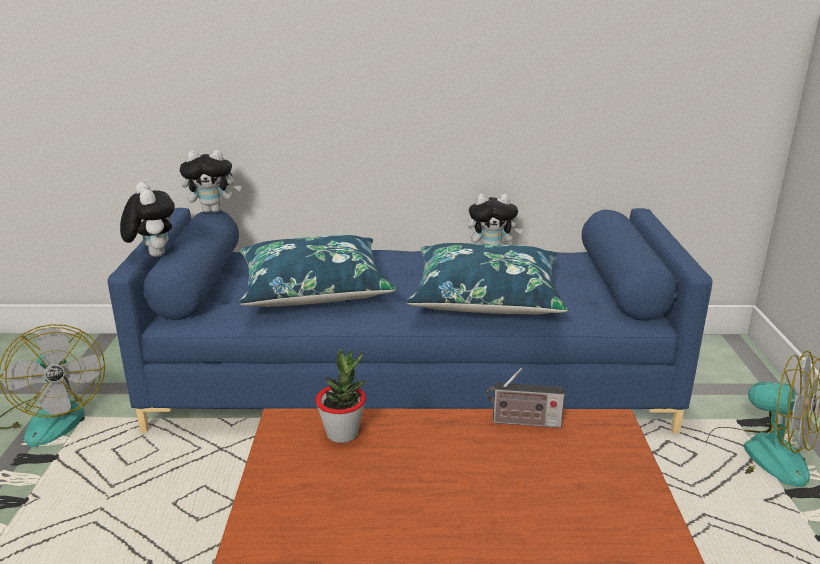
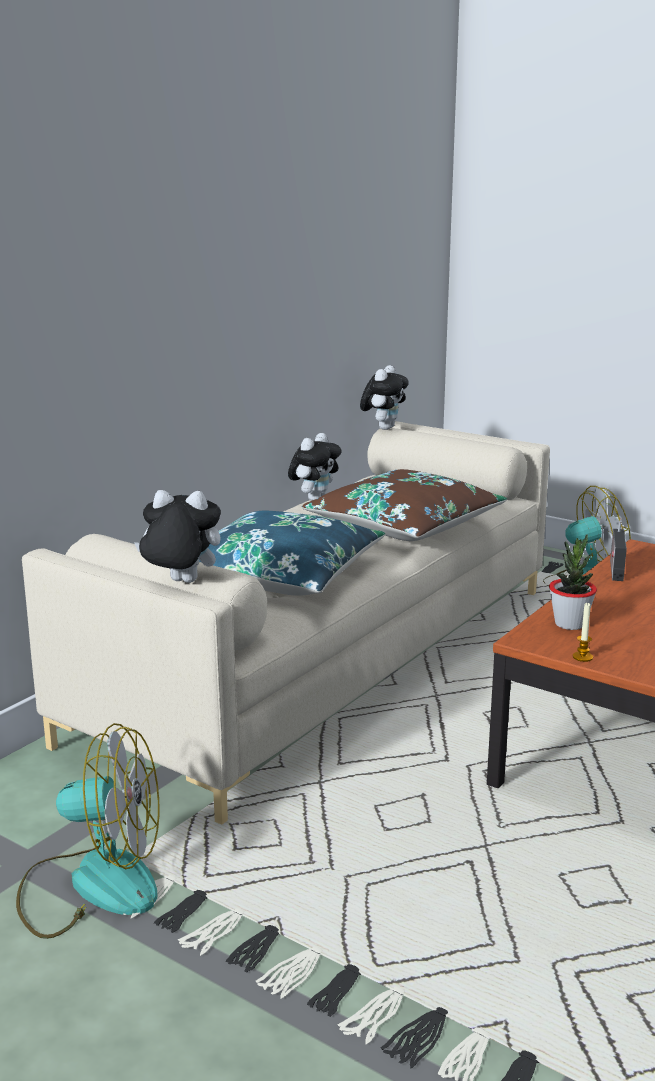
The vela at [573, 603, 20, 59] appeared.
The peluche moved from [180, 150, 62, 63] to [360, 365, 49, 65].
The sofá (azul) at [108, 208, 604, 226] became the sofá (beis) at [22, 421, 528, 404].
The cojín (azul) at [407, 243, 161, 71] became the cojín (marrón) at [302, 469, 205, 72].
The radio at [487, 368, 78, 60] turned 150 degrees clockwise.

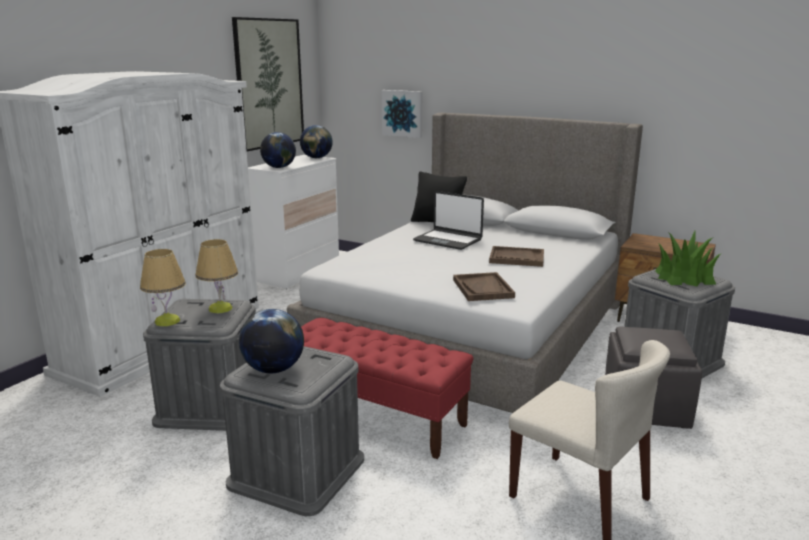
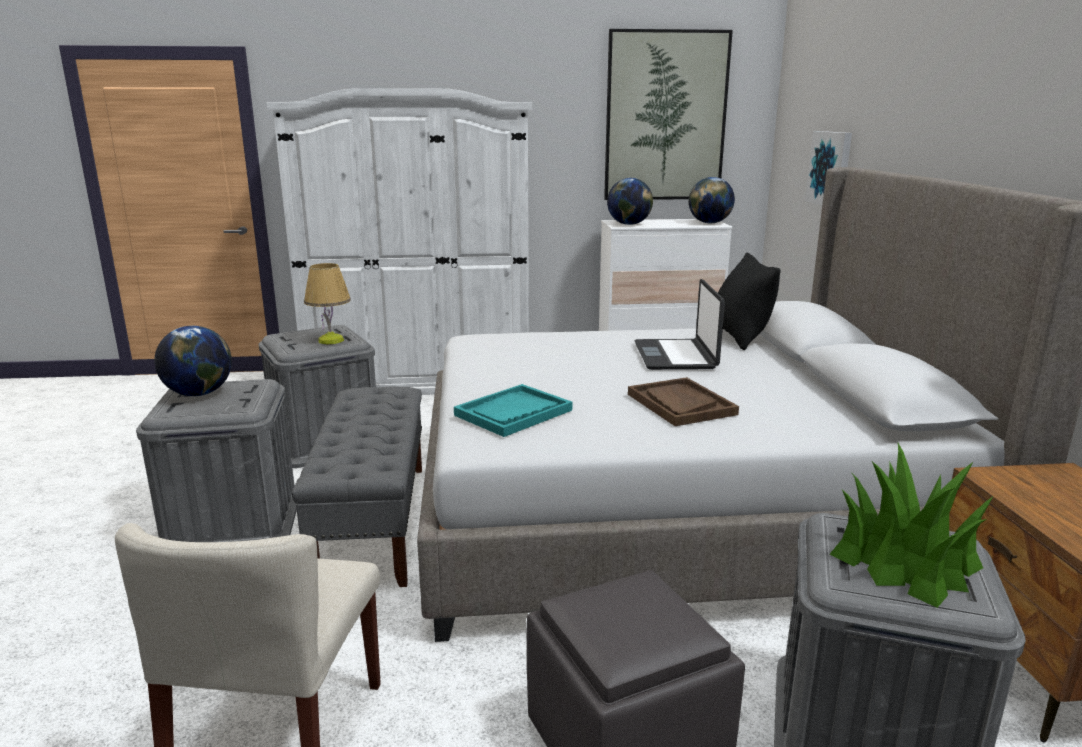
The lámpara de mesa at [140, 249, 46, 77] disappeared.
The banco (rojo) at [301, 318, 172, 141] became the banco (gris) at [292, 386, 130, 201].
The bandeja (marrón) at [453, 272, 62, 29] became the bandeja (turquesa) at [454, 384, 118, 53].

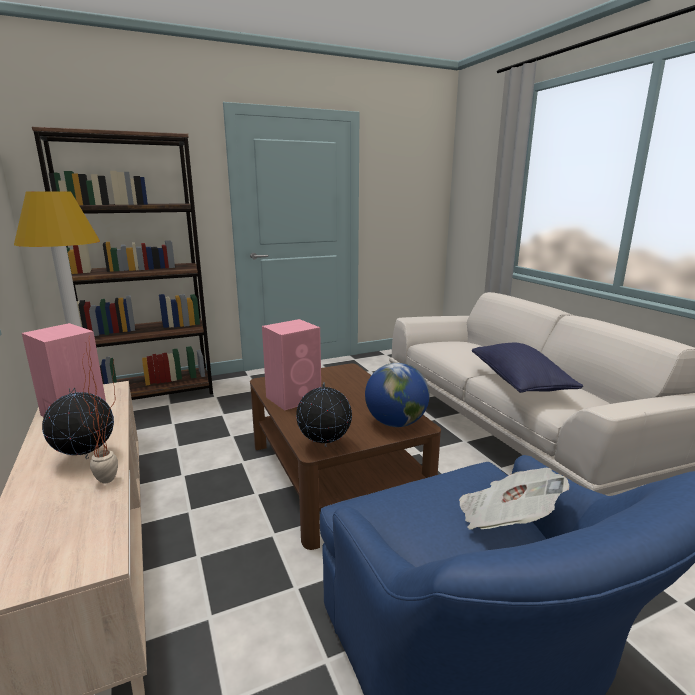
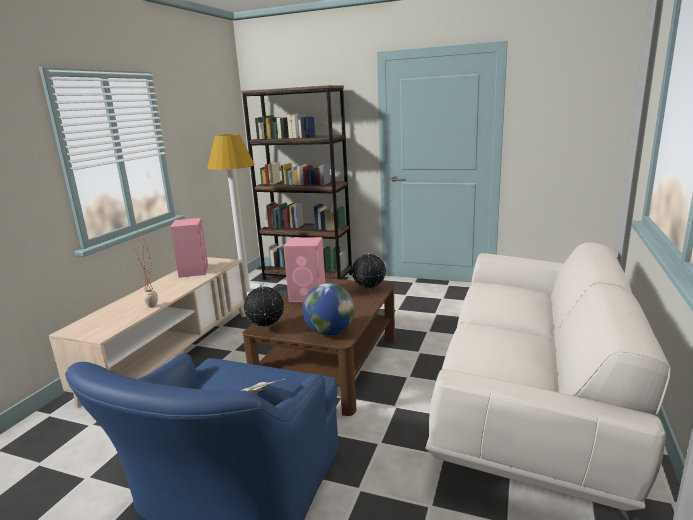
The cojín (azul) at [472, 343, 111, 50] disappeared.
The globo terráqueo moved from [42, 387, 72, 72] to [352, 252, 34, 37].

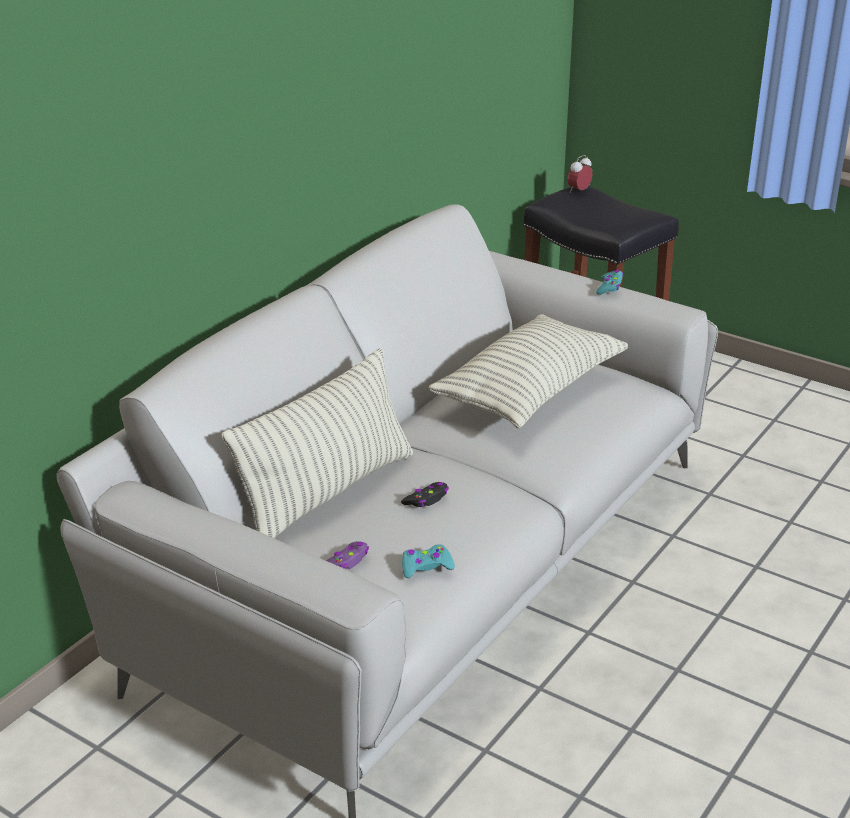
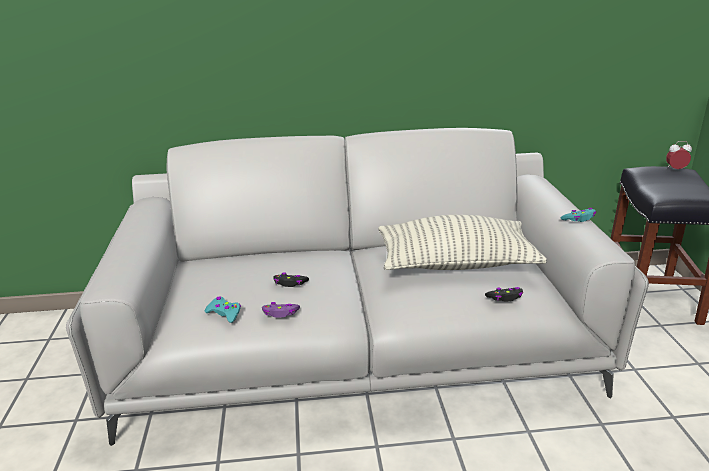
The cojín at [221, 348, 192, 191] disappeared.
The mando de consola (negro) at [485, 287, 38, 15] appeared.
The mando de consola (morado) moved from [326, 541, 43, 29] to [262, 302, 38, 15].

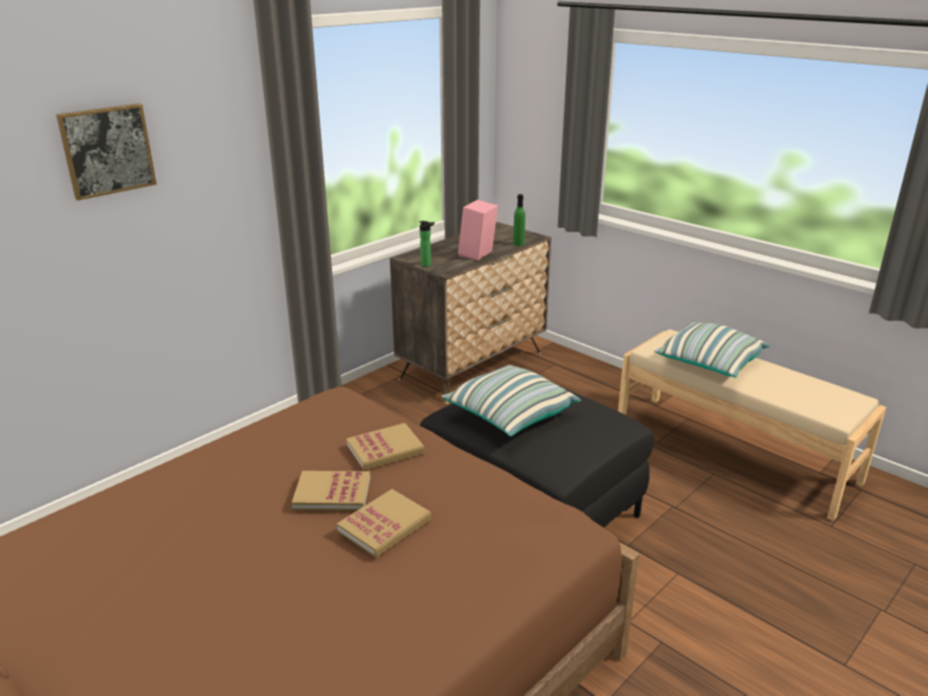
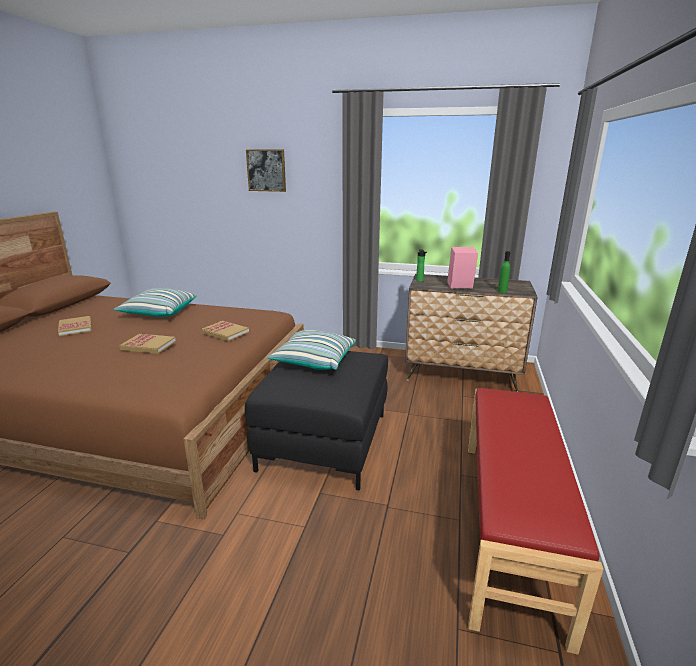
The libro moved from [292, 471, 78, 40] to [58, 316, 34, 20].
The cojín moved from [654, 322, 115, 55] to [113, 288, 84, 29].
The banco (beis) at [618, 329, 268, 192] became the banco (rojo) at [468, 388, 135, 267].

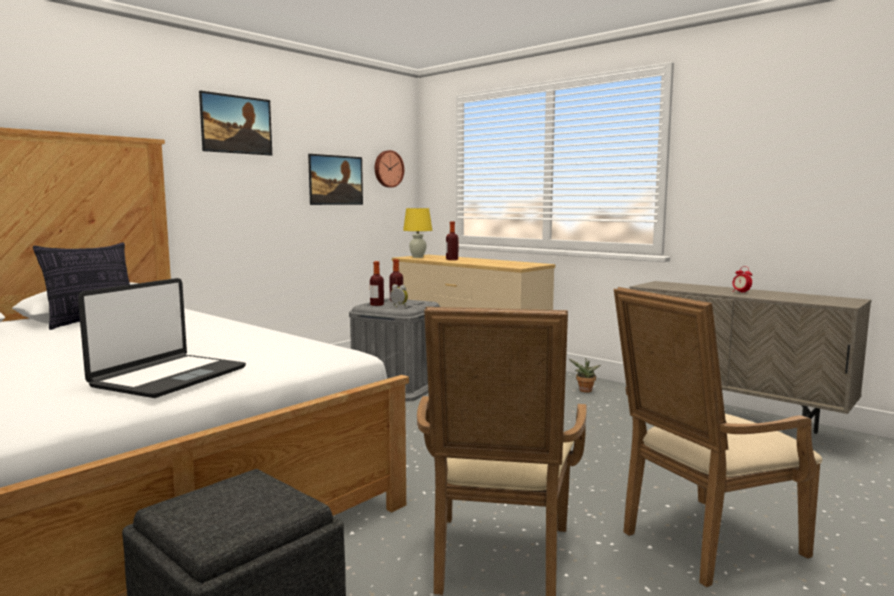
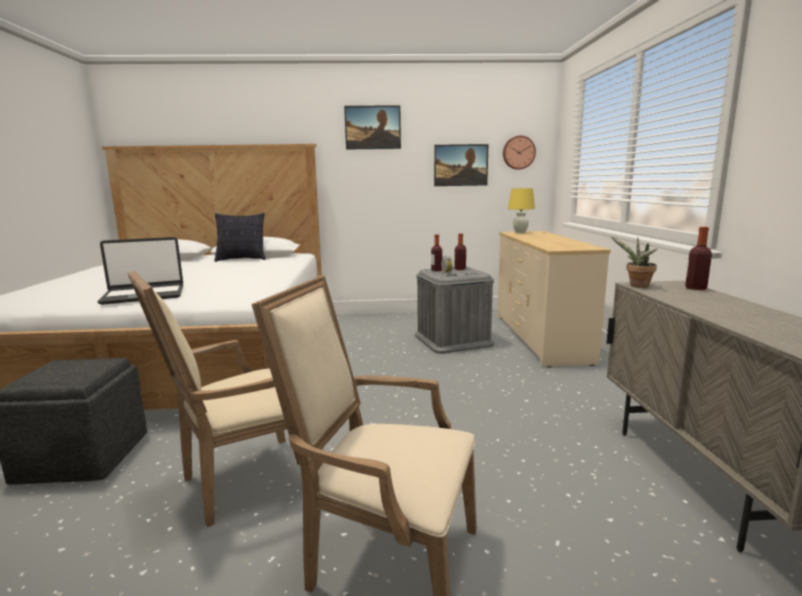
The despertador at [733, 266, 19, 27] disappeared.
The botella moved from [446, 221, 12, 39] to [685, 227, 27, 63].
The planta en maceta moved from [569, 359, 31, 33] to [611, 237, 46, 51].

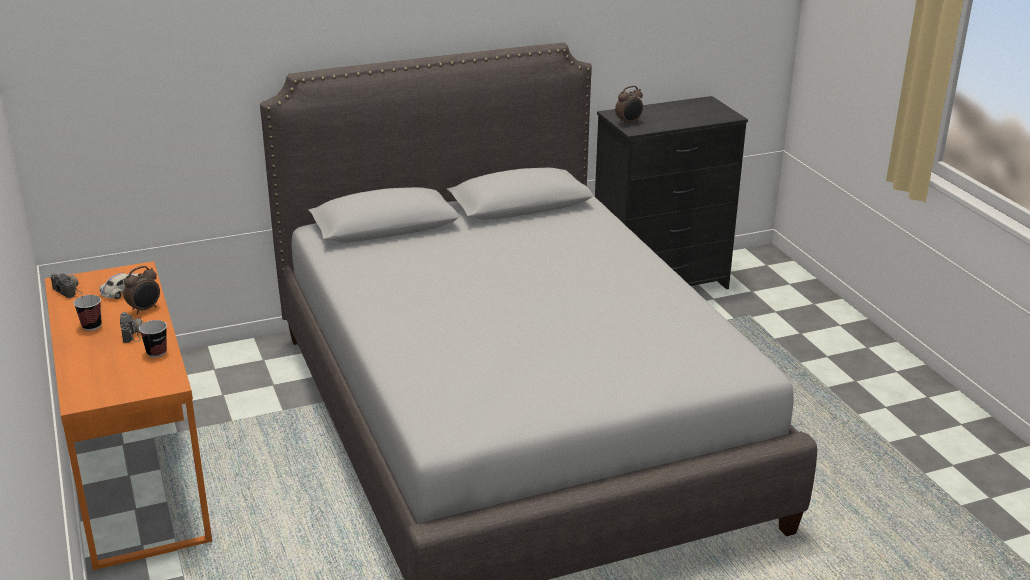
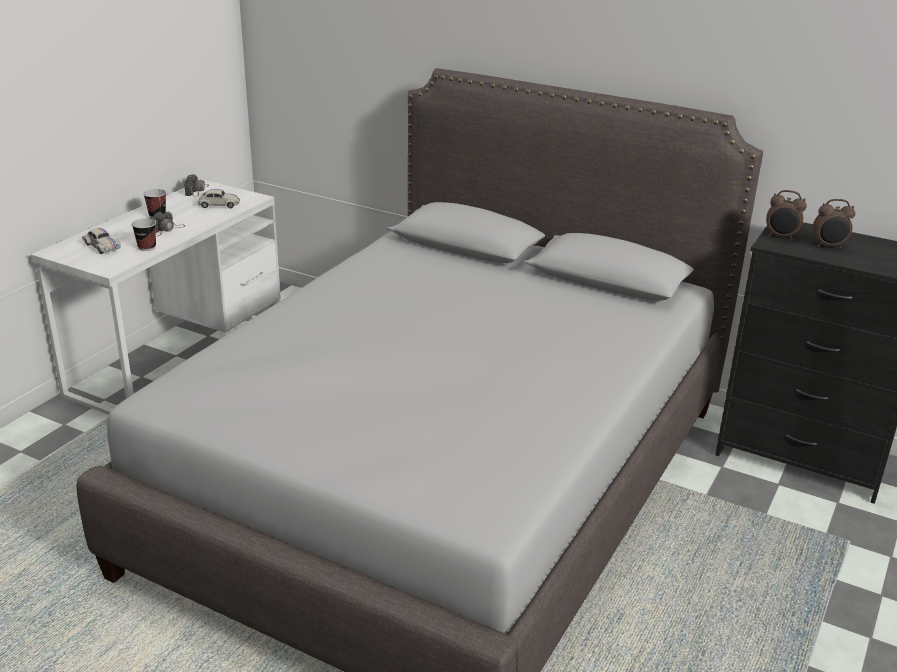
The coche de juguete (blanco) at [82, 228, 39, 26] appeared.
The despertador moved from [123, 266, 37, 48] to [813, 199, 42, 49].
The escritorio (naranja) at [45, 261, 167, 309] became the escritorio (blanco) at [31, 180, 250, 235].

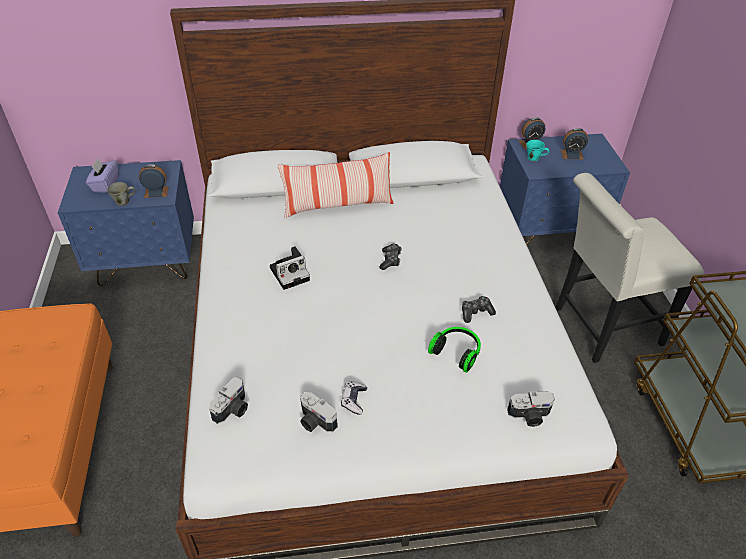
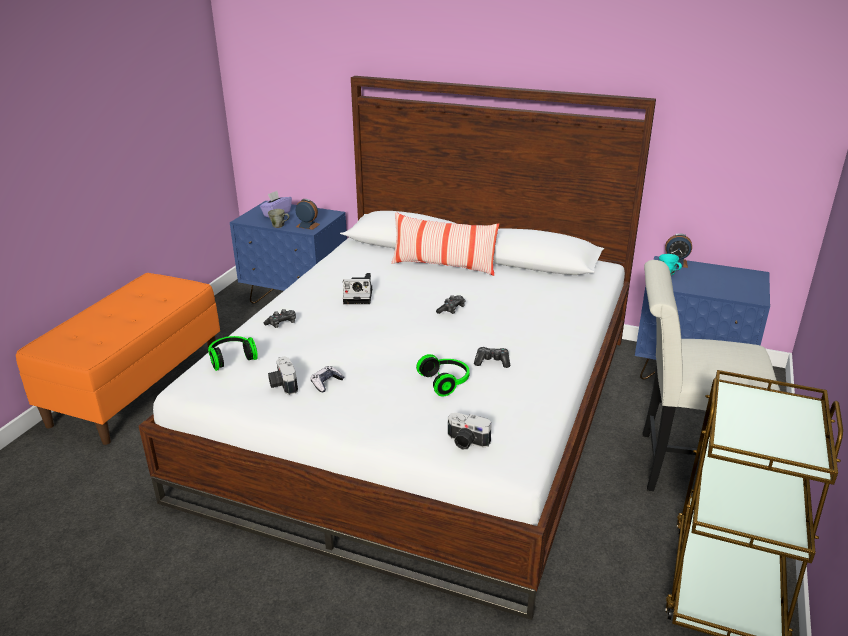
The despertador at [561, 128, 27, 32] disappeared.
The mando de consola at [264, 309, 32, 19] appeared.
The cámara at [209, 377, 39, 47] was replaced by the auriculares at [208, 336, 50, 35].

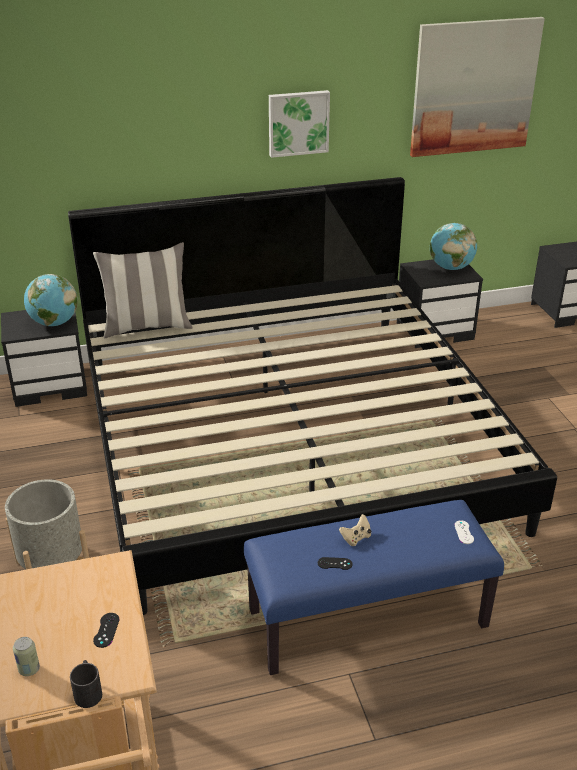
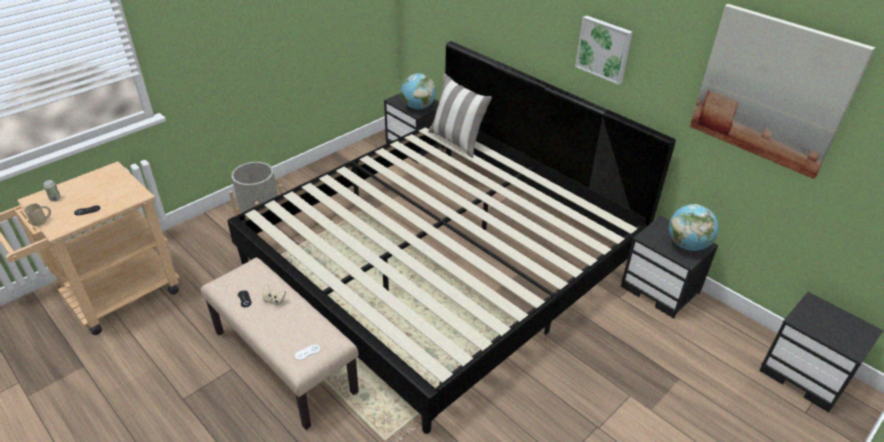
The taza grande (negro) at [70, 660, 32, 48] became the taza grande (beis) at [24, 204, 27, 22].
The banco (azul) at [244, 500, 260, 175] became the banco (beis) at [201, 258, 158, 172].

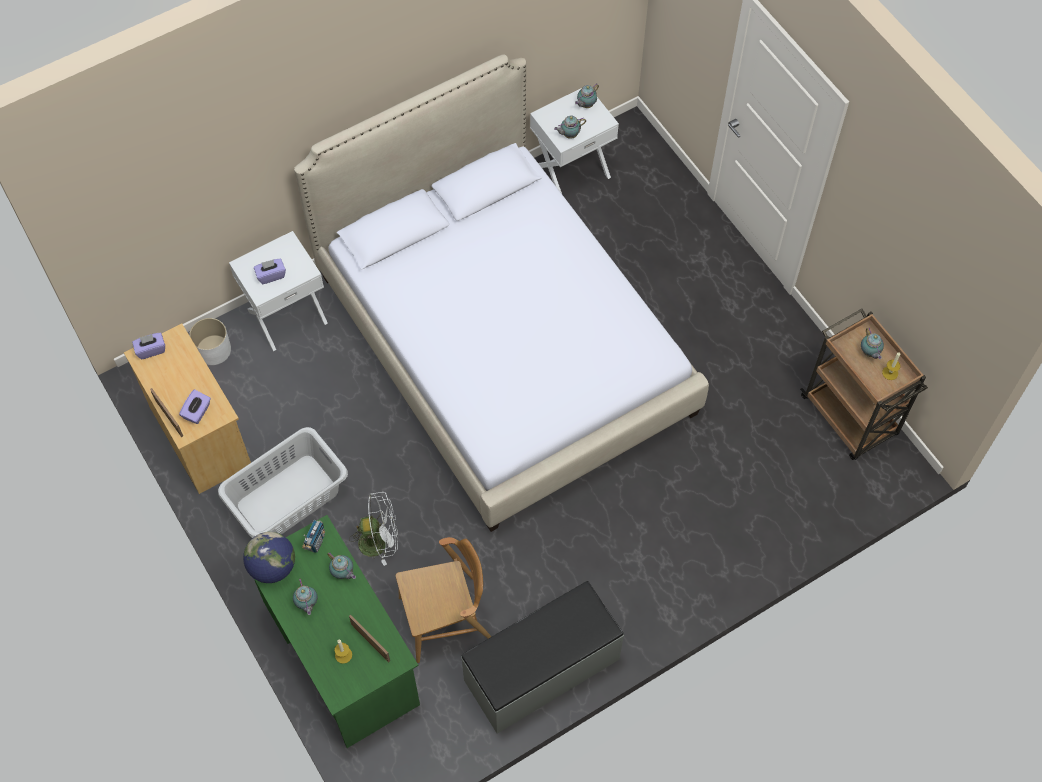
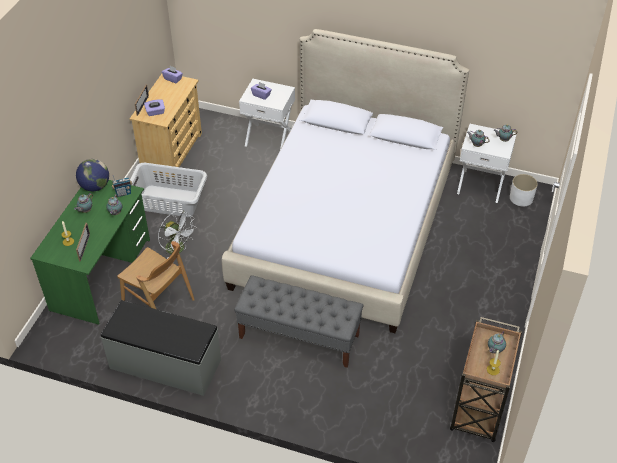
The banco (gris) at [234, 275, 130, 93] appeared.
The maceta (blanco) moved from [189, 318, 42, 47] to [510, 174, 28, 33].

